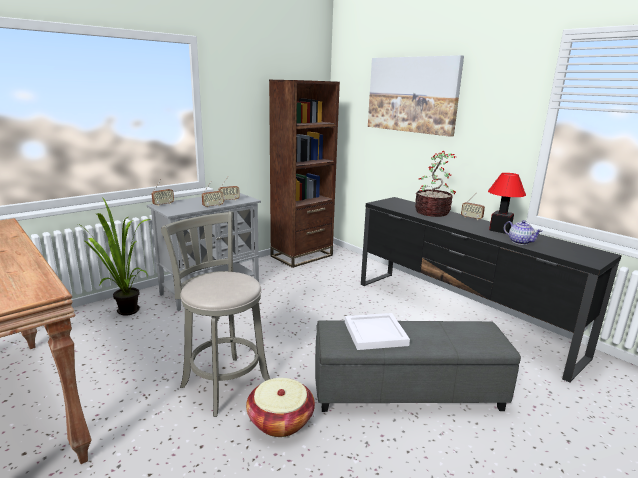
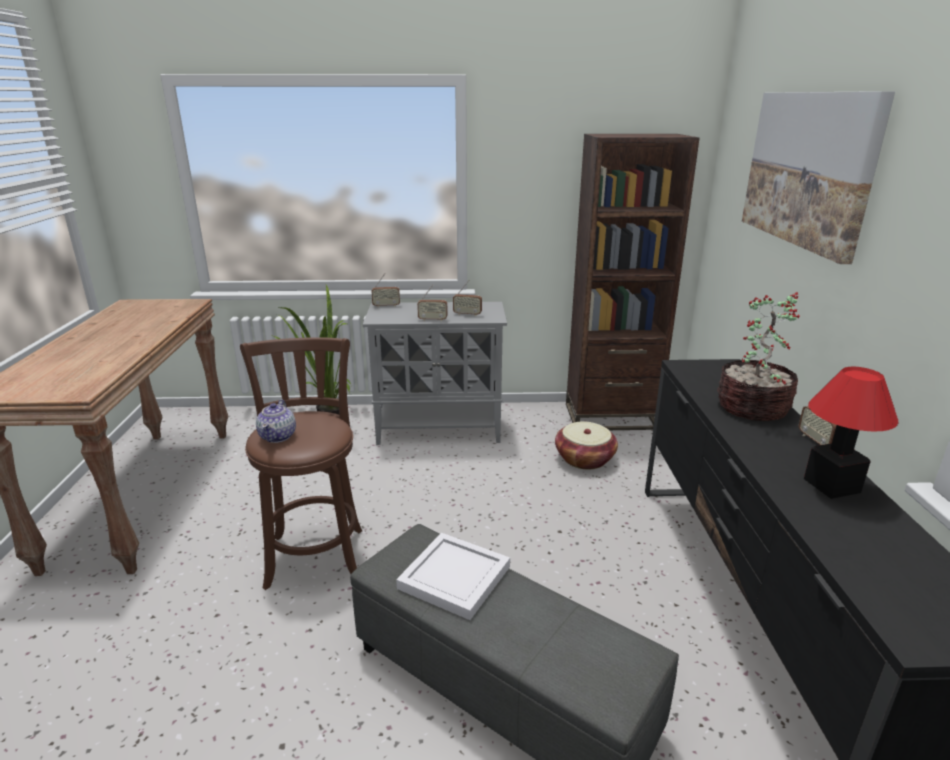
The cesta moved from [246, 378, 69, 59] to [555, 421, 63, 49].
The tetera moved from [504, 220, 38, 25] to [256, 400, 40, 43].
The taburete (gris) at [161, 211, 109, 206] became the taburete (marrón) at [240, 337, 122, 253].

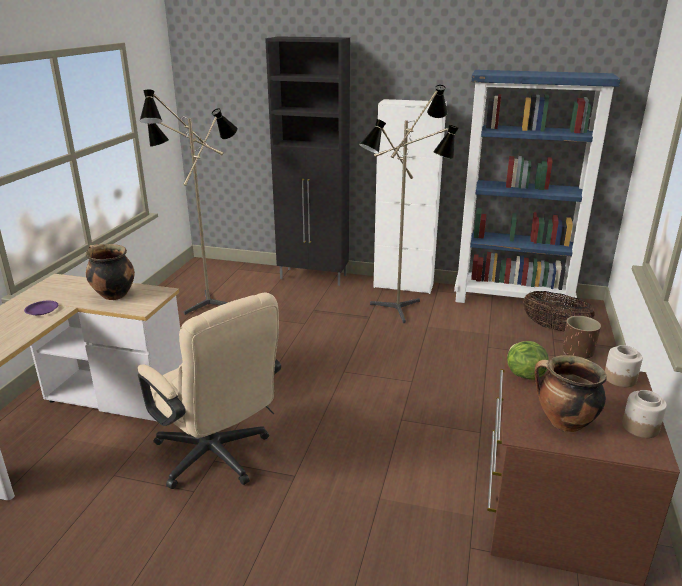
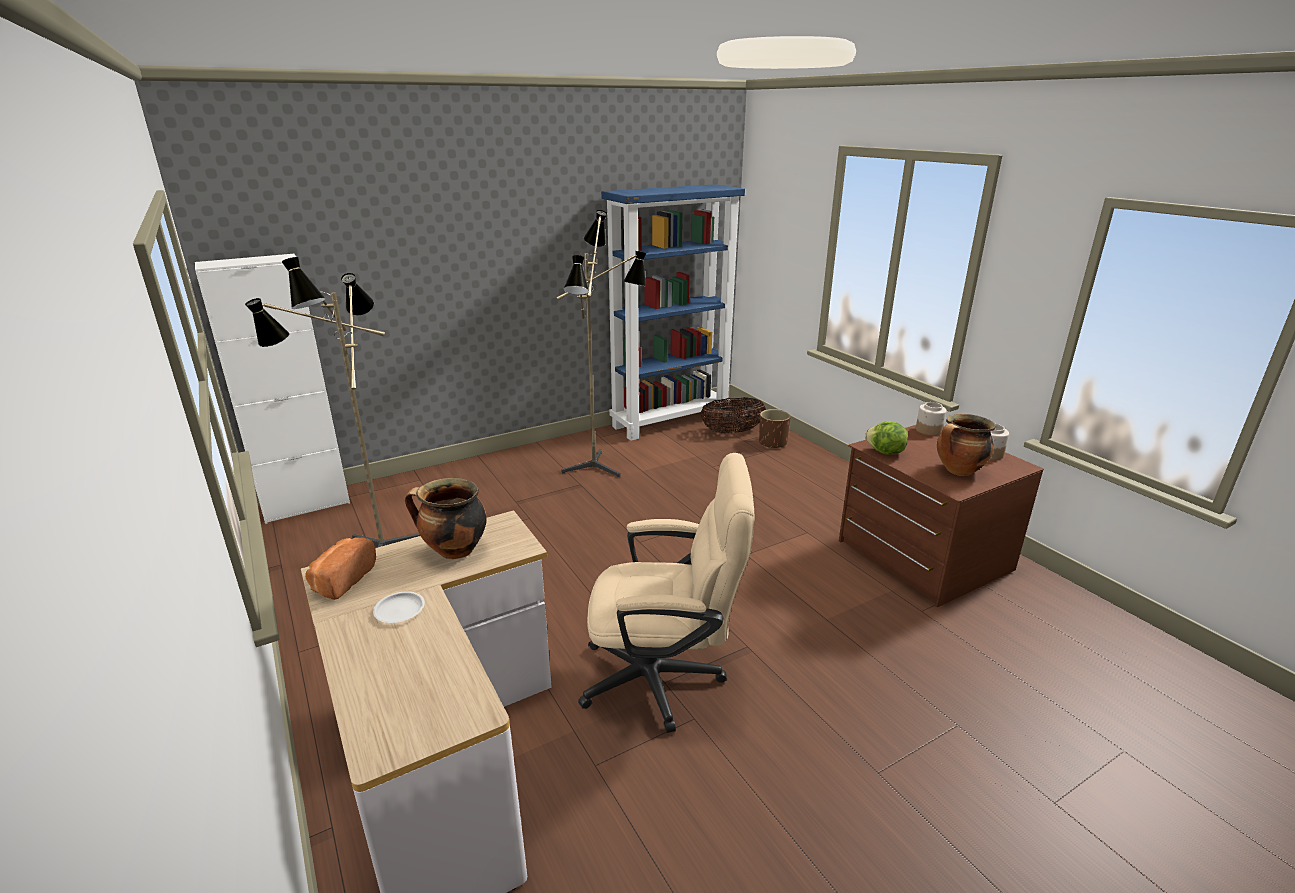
The armario (negro) at [265, 36, 85, 250] disappeared.
The pan at [305, 538, 71, 62] appeared.
The armario (blanco) moved from [373, 99, 74, 195] to [195, 254, 155, 270].
The plato (morado) at [24, 301, 34, 14] became the plato (blanco) at [373, 591, 52, 32].

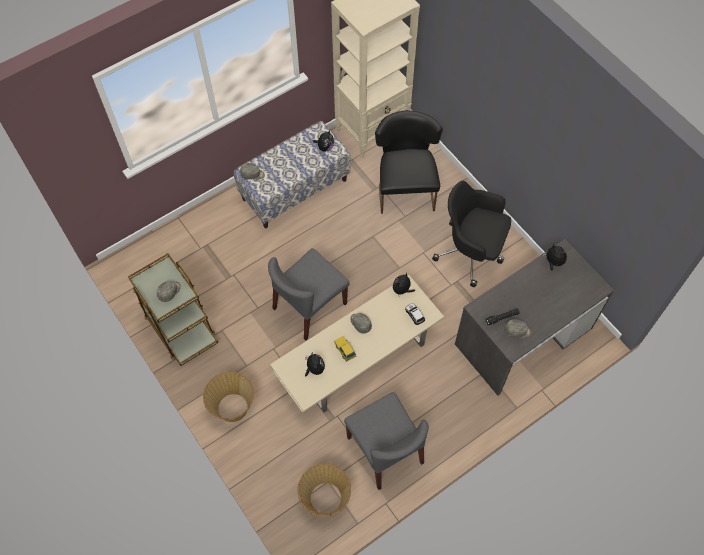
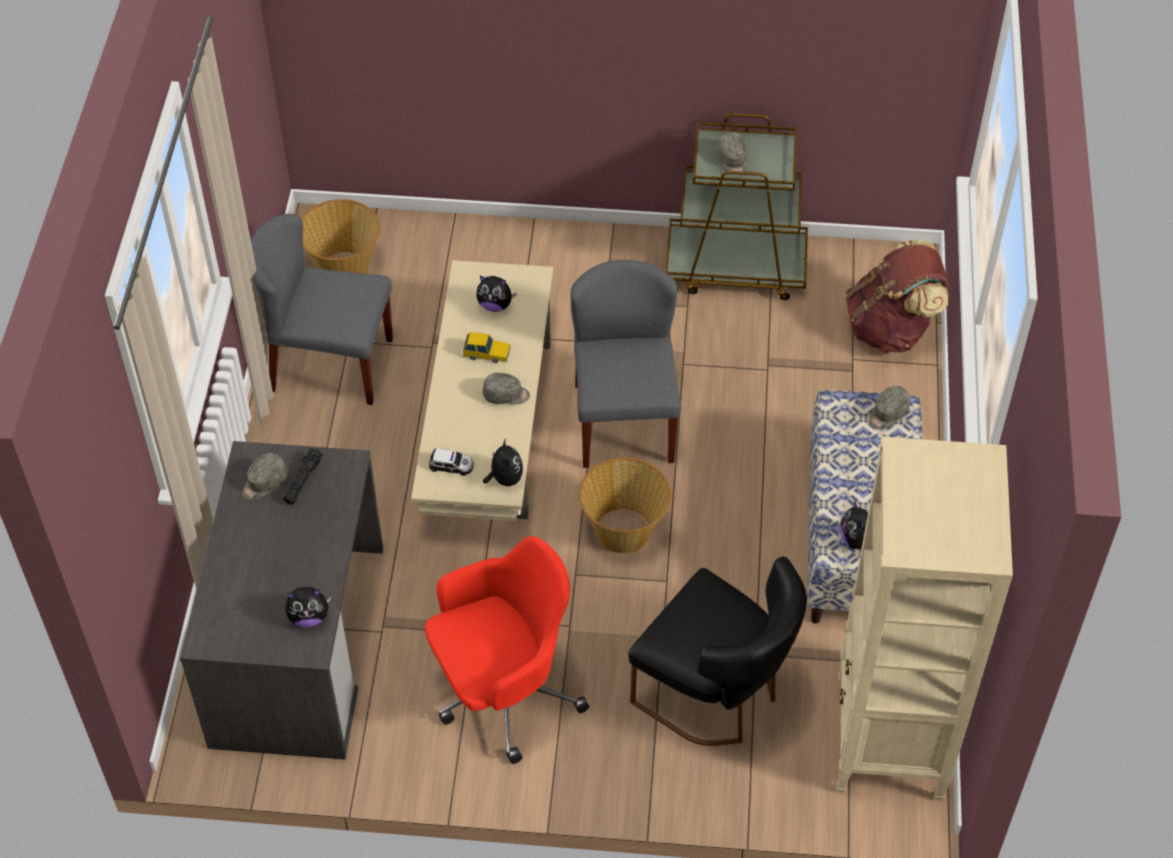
The mochila (marrón) at [845, 240, 104, 113] appeared.
The cesta moved from [203, 372, 51, 50] to [579, 457, 93, 97].
The silla de oficina (negro) at [432, 181, 79, 106] became the silla de oficina (rojo) at [425, 536, 164, 228].

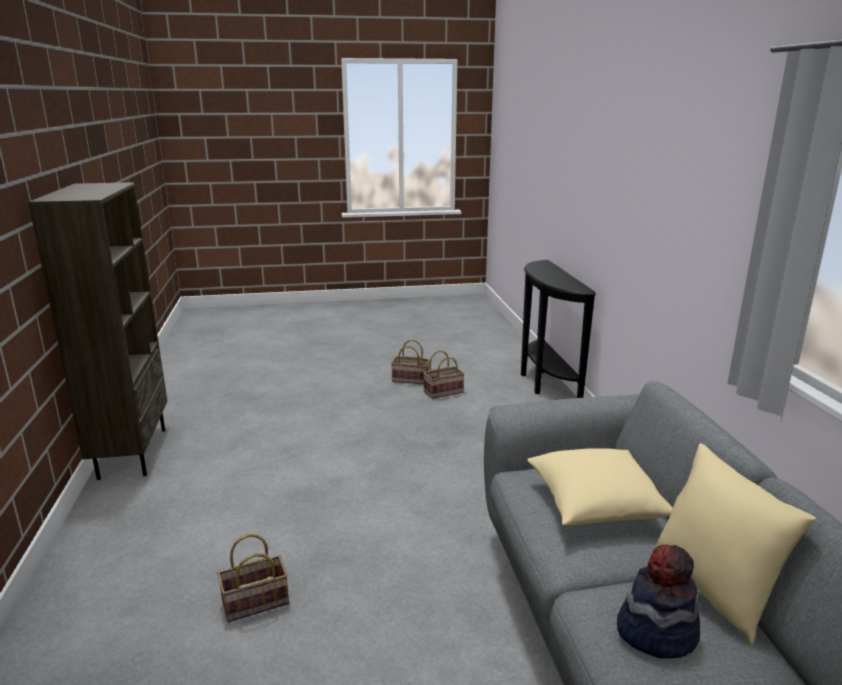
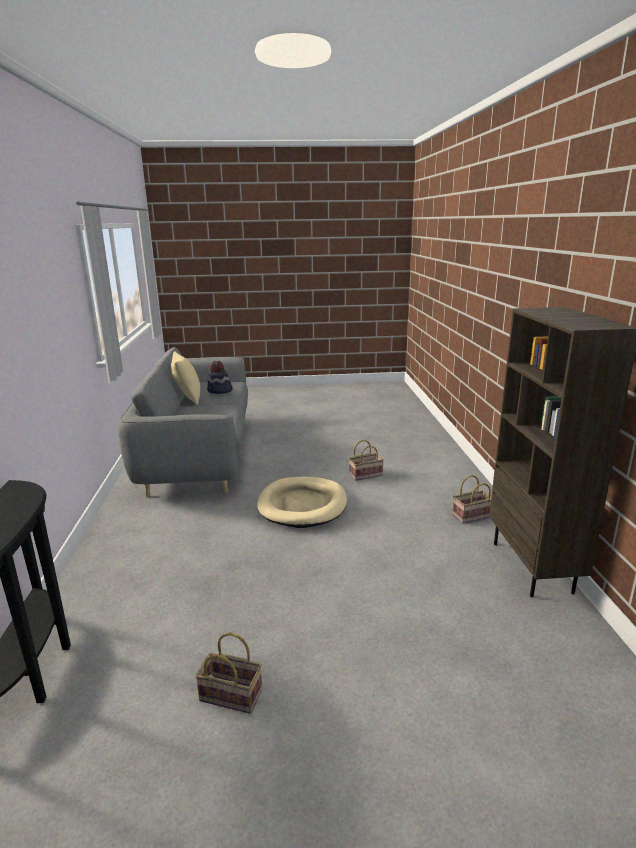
The cojín (beis) at [527, 448, 146, 77] disappeared.
The cama para perro (beis) at [257, 477, 90, 51] appeared.
The cesta moved from [423, 351, 42, 48] to [452, 475, 39, 49].

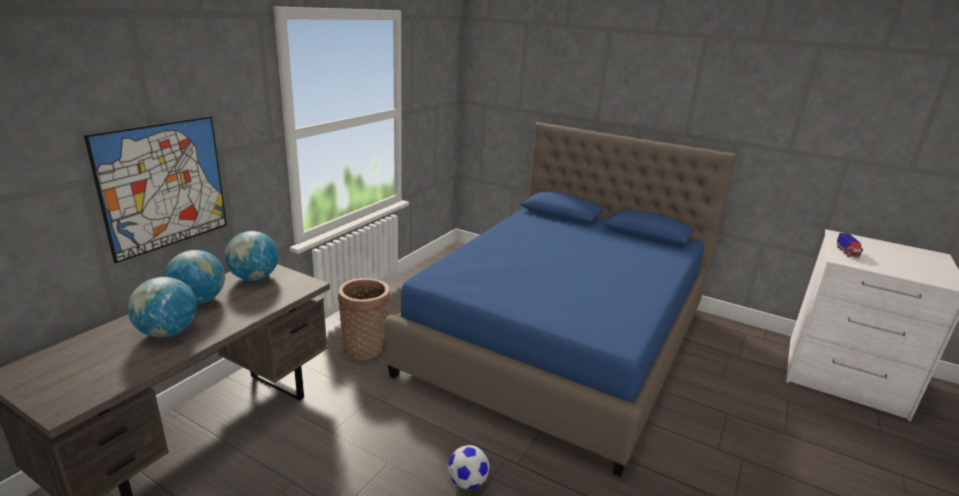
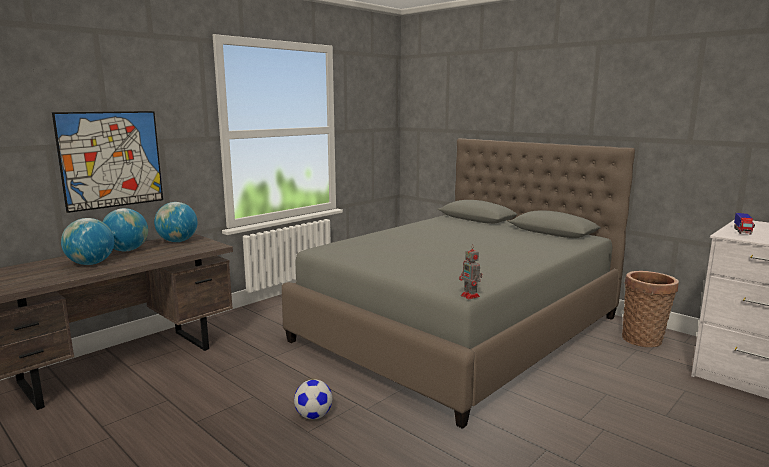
The robot de juguete at [459, 244, 23, 55] appeared.
The cesta moved from [338, 278, 52, 82] to [622, 271, 57, 76].
The cama (azul) at [385, 122, 351, 355] became the cama (gris) at [282, 138, 353, 291].

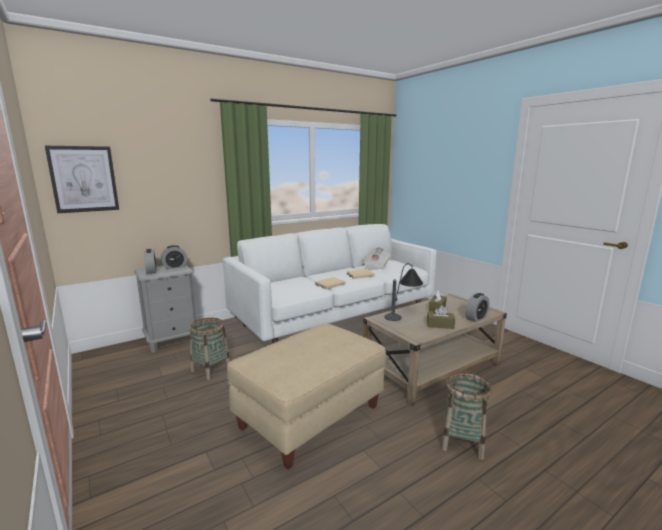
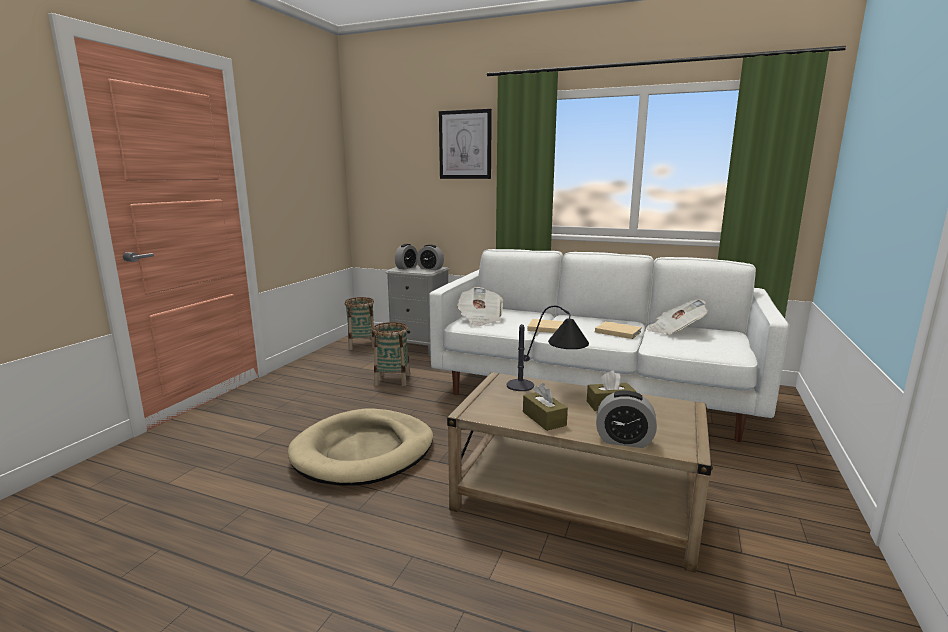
The periódico at [457, 287, 46, 39] appeared.
The cuadro moved from [45, 146, 74, 67] to [439, 109, 53, 70].
The cesta moved from [442, 372, 50, 88] to [345, 297, 30, 53].
The puf (beis) at [227, 324, 159, 146] was replaced by the cama para perro (beis) at [288, 408, 145, 78].

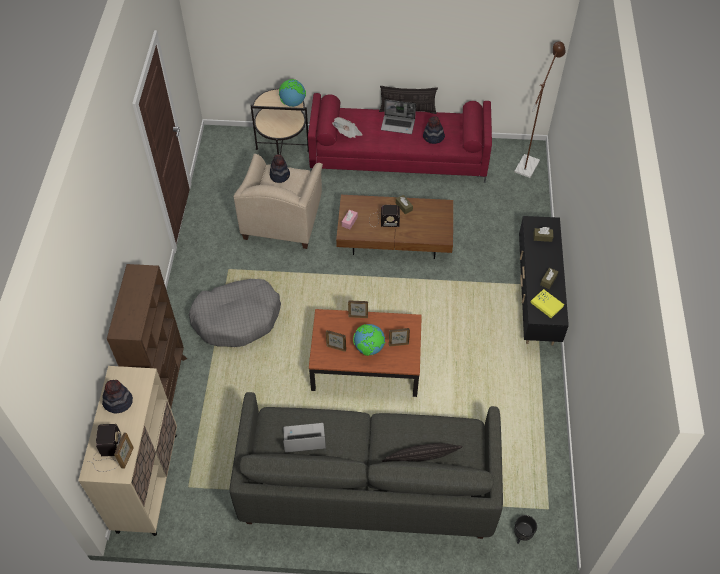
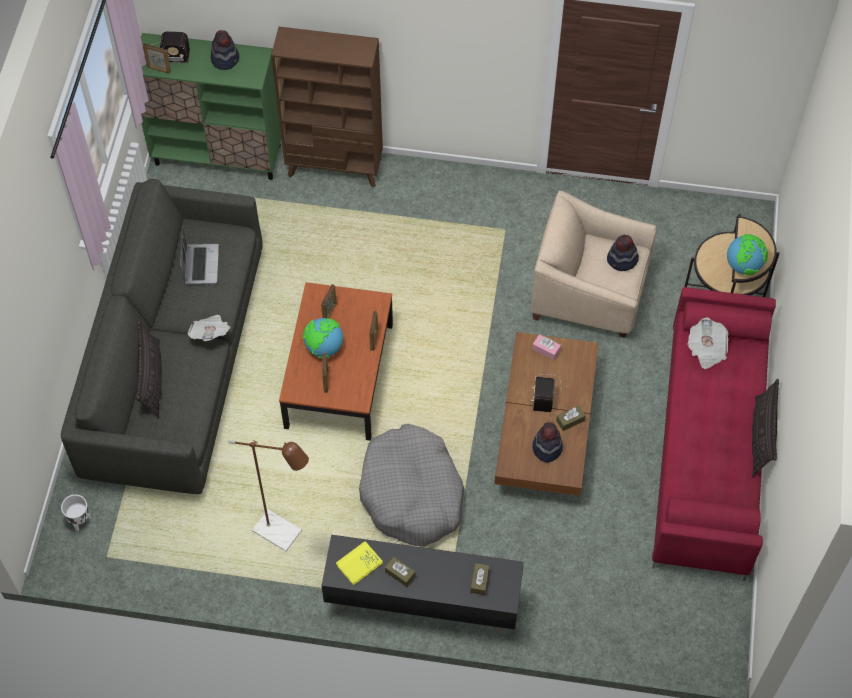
The portátil at [381, 100, 35, 34] disappeared.
The periódico at [187, 315, 44, 26] appeared.
The cama para perro (gris) moved from [189, 279, 92, 68] to [359, 424, 106, 123].
The sombrero moved from [423, 116, 22, 28] to [532, 422, 31, 41].
The lámpara de pie (marrón) moved from [514, 41, 51, 137] to [228, 440, 81, 111].
The armario (beis) at [78, 366, 99, 170] became the armario (verde) at [141, 33, 140, 147].
The maceta (negro) at [514, 515, 23, 29] became the maceta (blanco) at [61, 495, 30, 36].

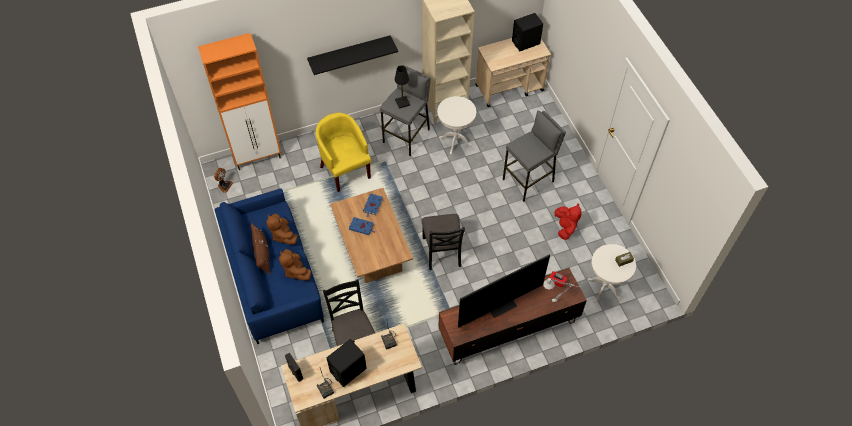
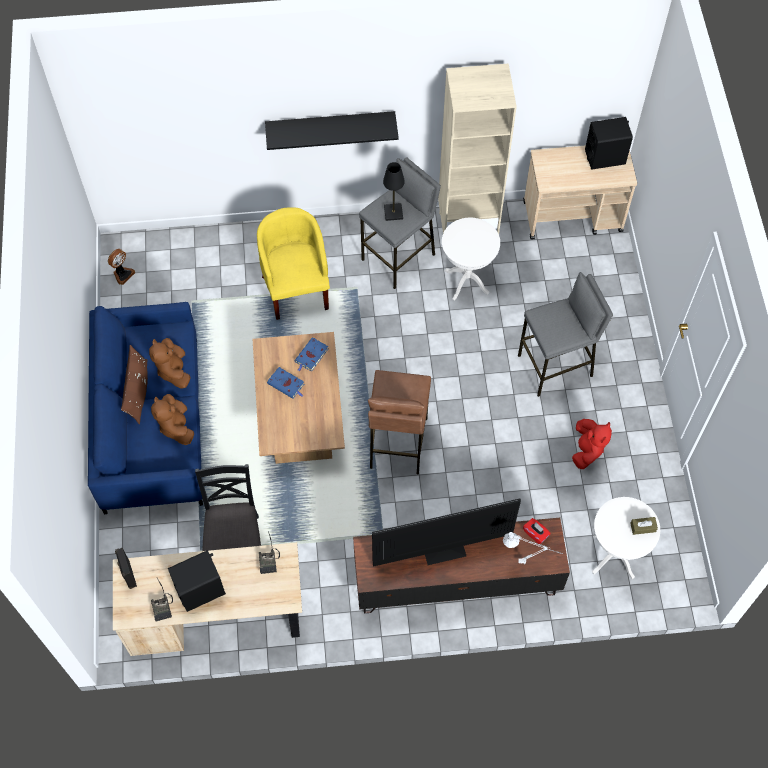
The armario (naranja) at [198, 33, 83, 137] disappeared.
The silla (negro) at [421, 214, 44, 56] was replaced by the taburete (marrón) at [368, 370, 63, 104].

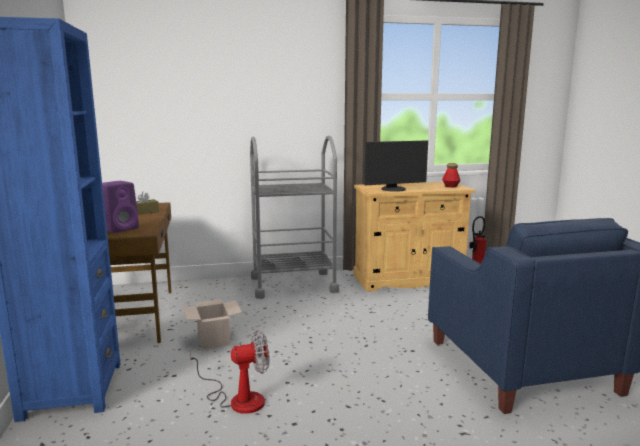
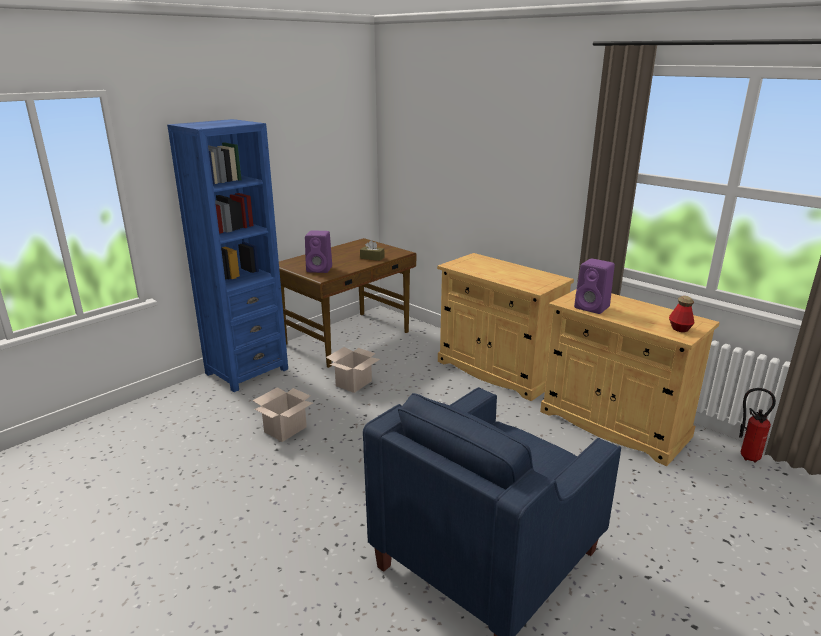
The ventilador at [190, 330, 80, 84] was replaced by the caja de cartón at [252, 387, 61, 55].
The carrito (gris) at [250, 136, 89, 163] was replaced by the armario (beis) at [437, 253, 137, 148].
The monitor at [365, 140, 63, 52] was replaced by the altavoz (morado) at [574, 258, 41, 56].

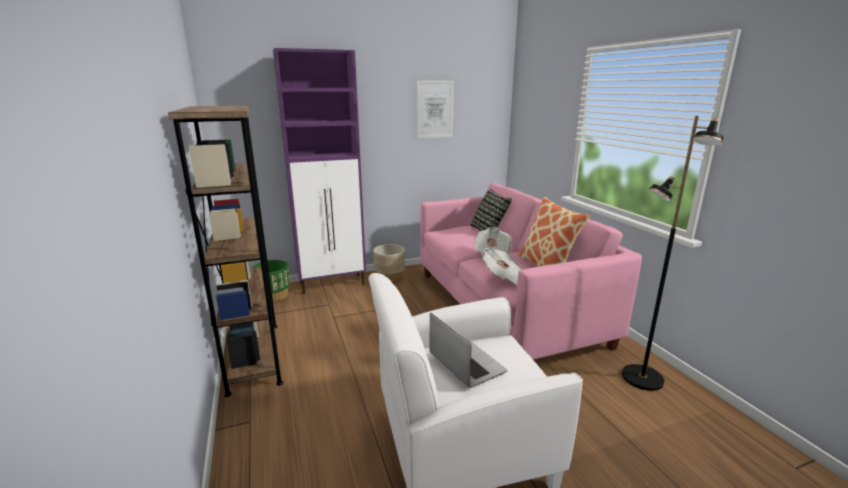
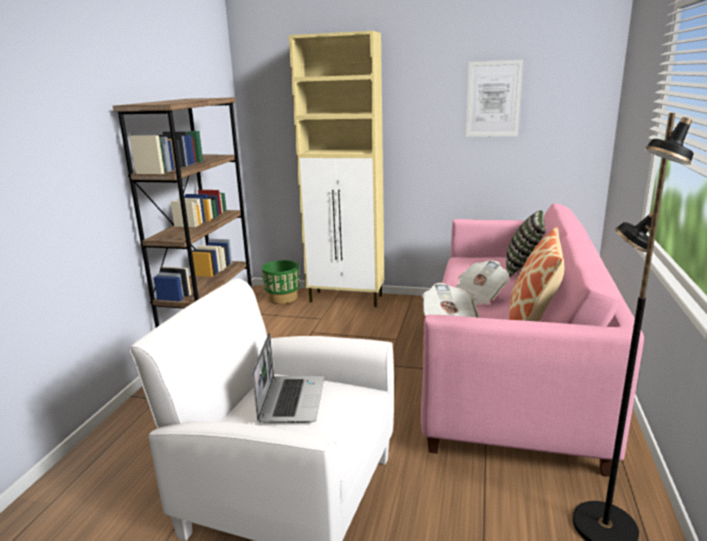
The maceta (beis) at [373, 244, 32, 38] disappeared.
The armario (morado) at [273, 48, 93, 246] became the armario (beis) at [289, 31, 95, 276].

